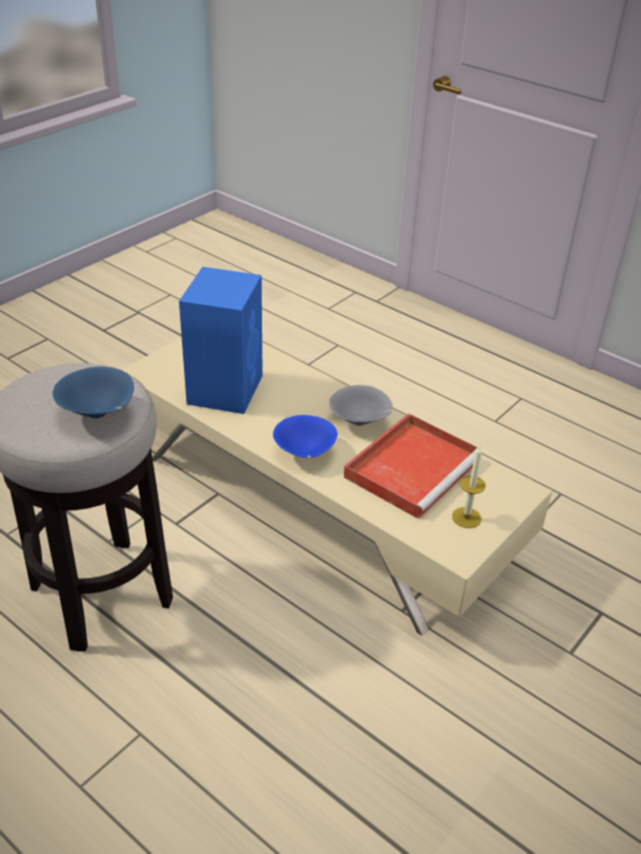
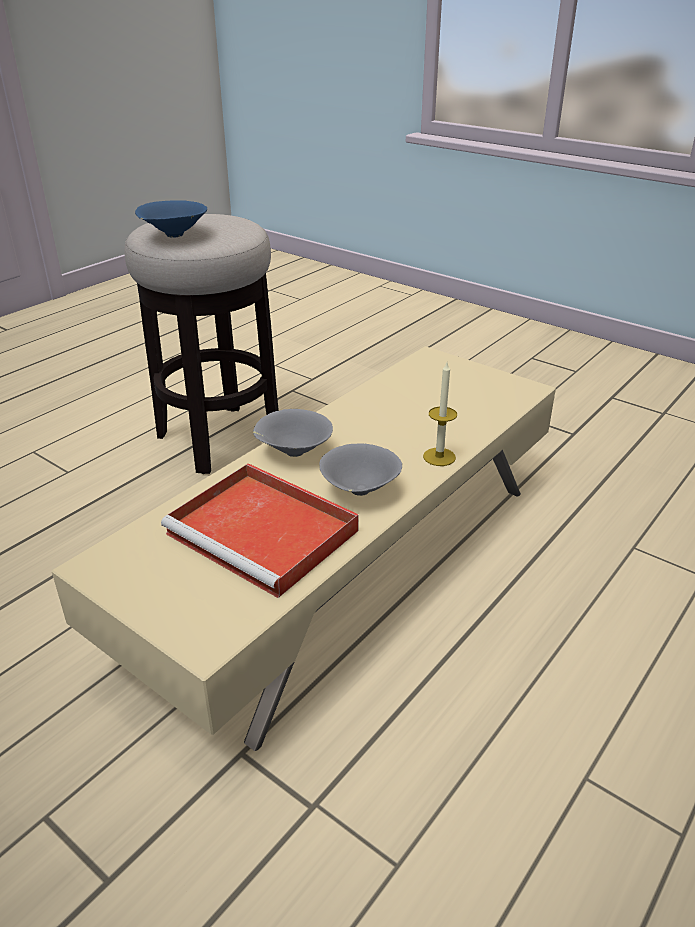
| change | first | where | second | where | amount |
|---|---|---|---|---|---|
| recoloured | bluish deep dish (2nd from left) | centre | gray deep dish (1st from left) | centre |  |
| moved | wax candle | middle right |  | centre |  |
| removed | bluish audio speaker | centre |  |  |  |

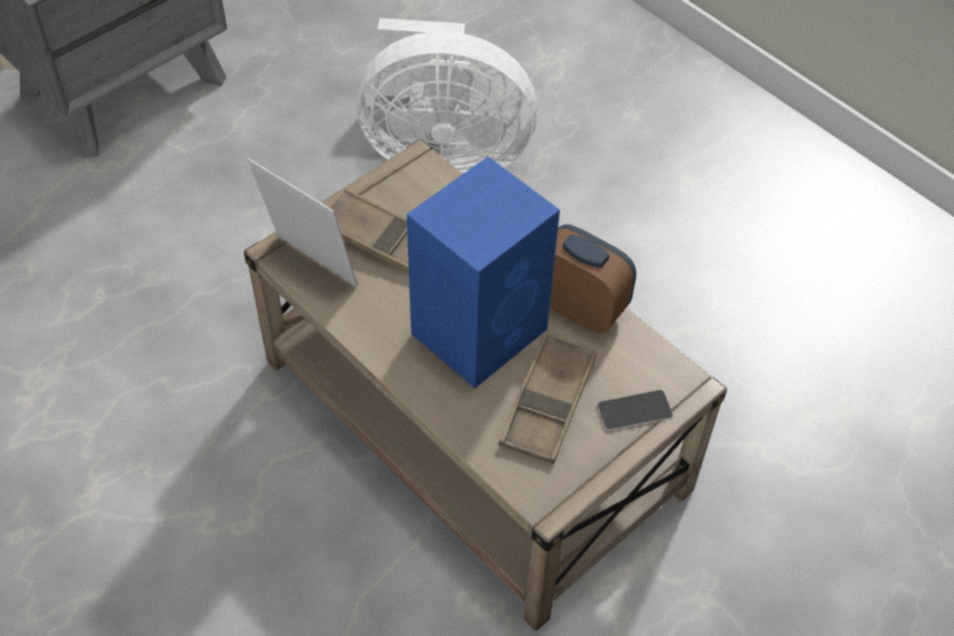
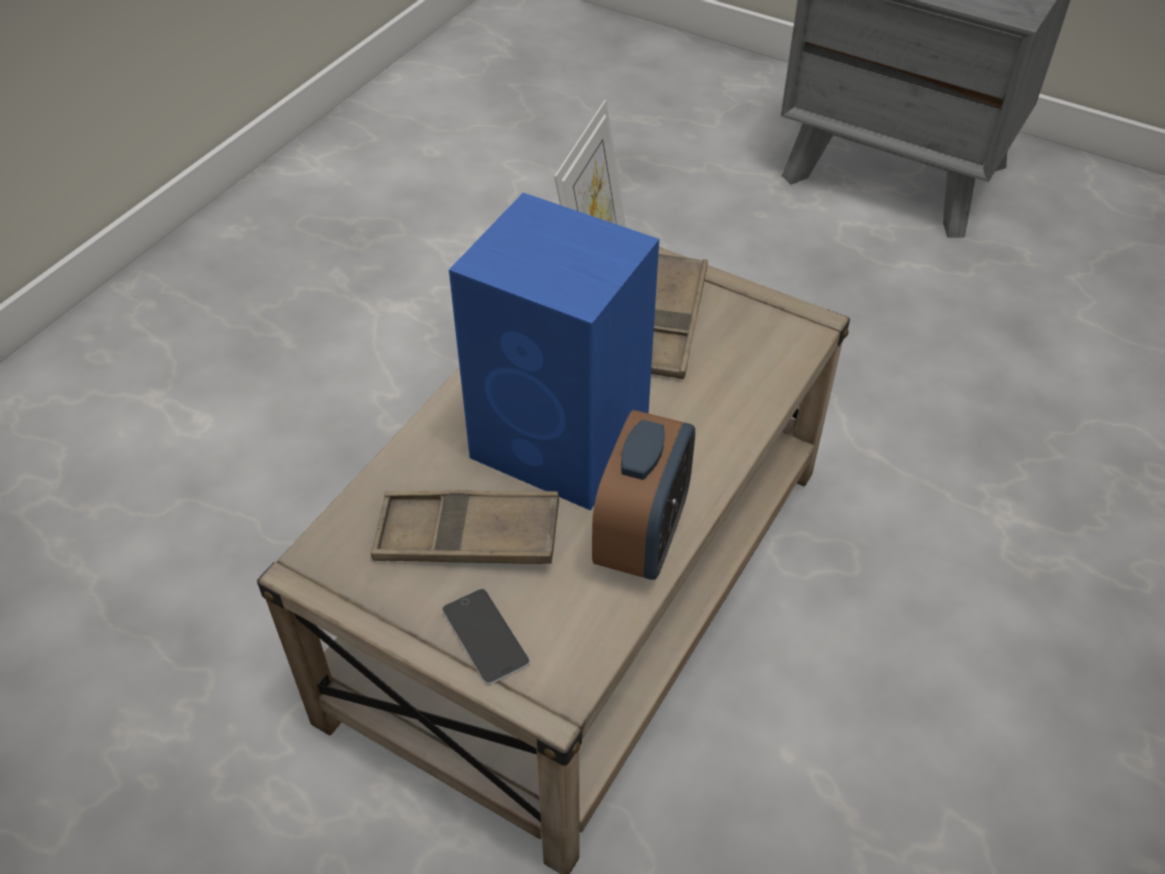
| change | first | where | second | where | amount |
|---|---|---|---|---|---|
| removed | white electric fan | top centre |  |  |  |

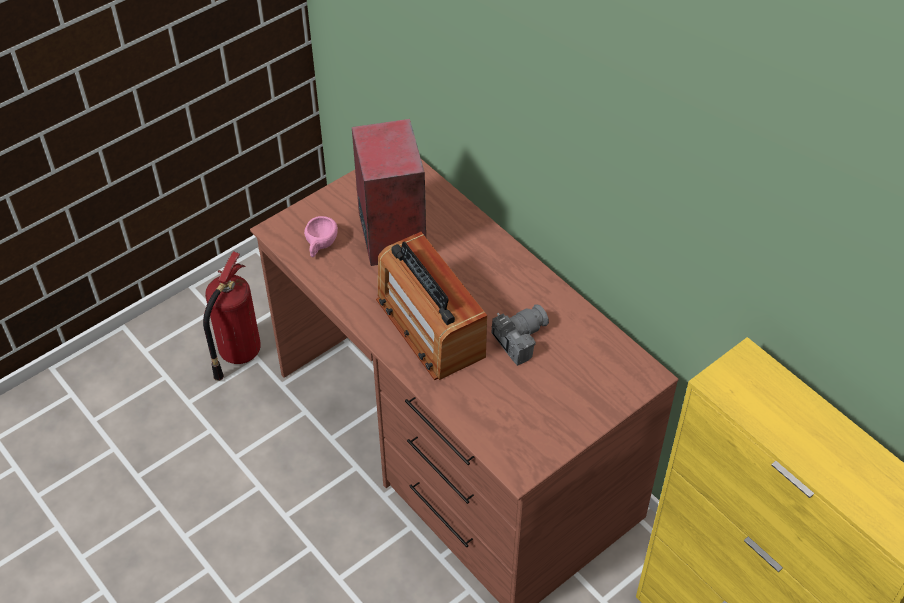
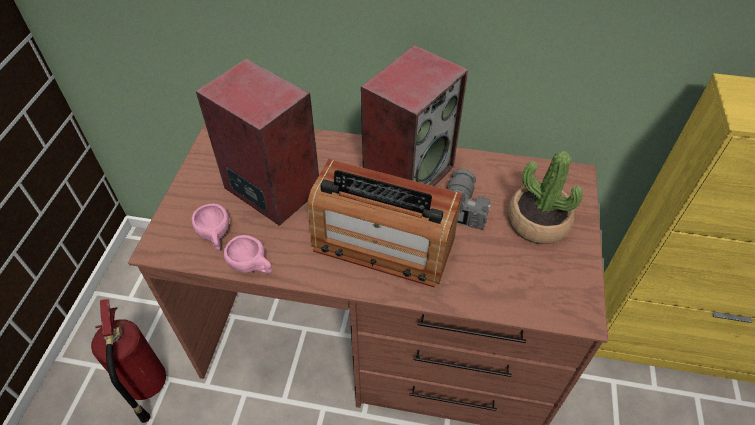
| change | first | where | second | where | amount |
|---|---|---|---|---|---|
| added |  |  | pink drinking cup (2nd from left) | middle left |  |
| added |  |  | audio speaker (2nd from left) | top centre |  |
| added |  |  | houseplant | middle right |  |

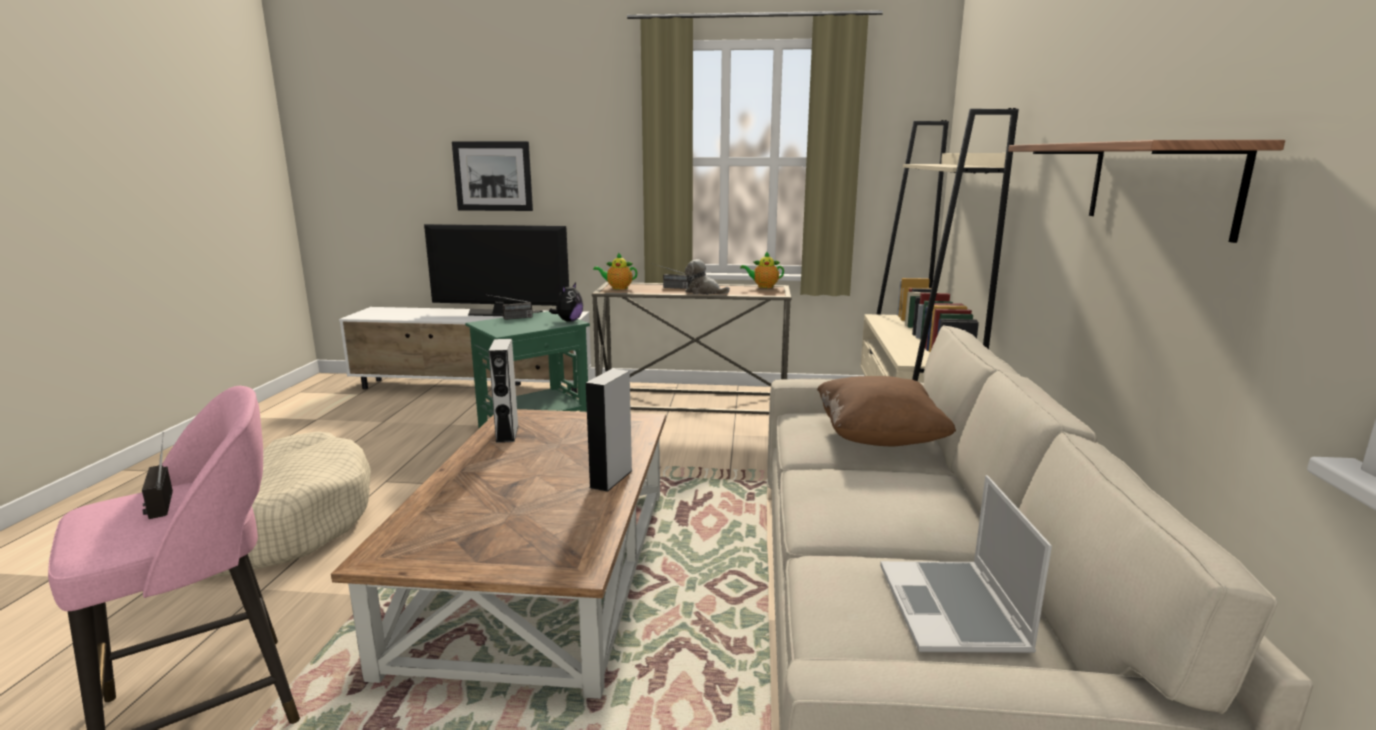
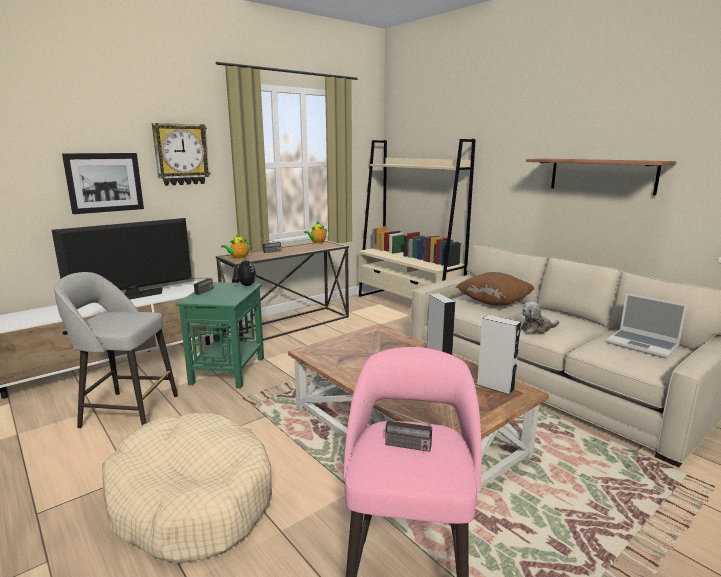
| change | first | where | second | where | amount |
|---|---|---|---|---|---|
| added |  |  | gray stool seat | middle left |  |
| added |  |  | hanging clock | top left |  |
| moved | gray audio speaker (1st from left in the first image) | centre | gray audio speaker (2nd from left) | middle right |  |
| moved | soft toy (2nd from left) | centre |  | middle right |  |

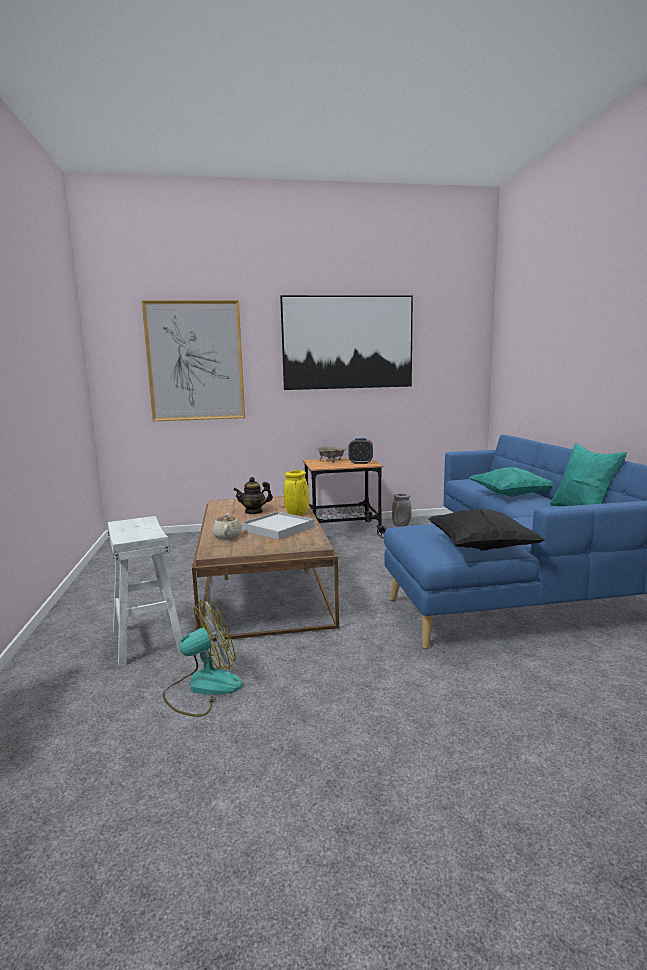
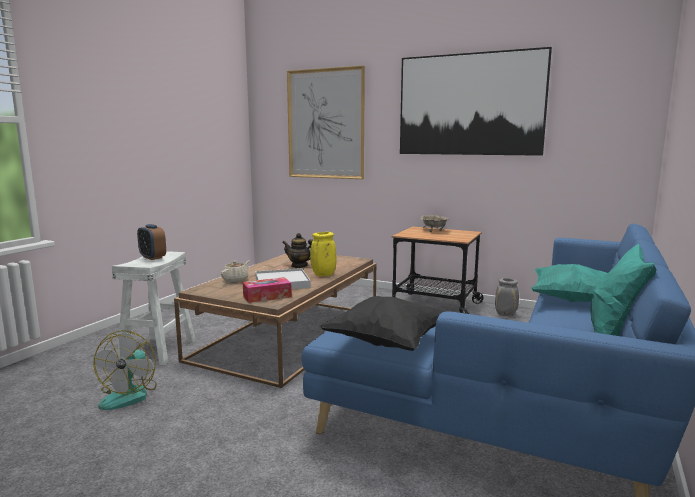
| change | first | where | second | where | amount |
|---|---|---|---|---|---|
| turned | electric fan | bottom left |  | bottom left | 90 degrees clockwise |
| moved | table clock | centre |  | middle left |  |
| added |  |  | box of tissues | centre |  |

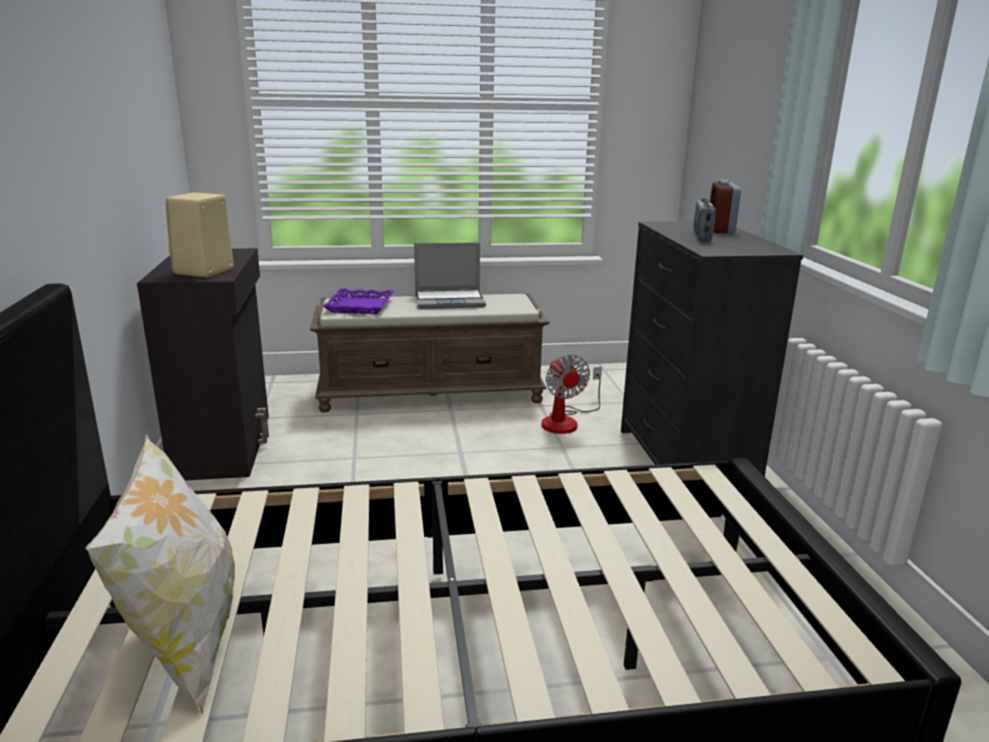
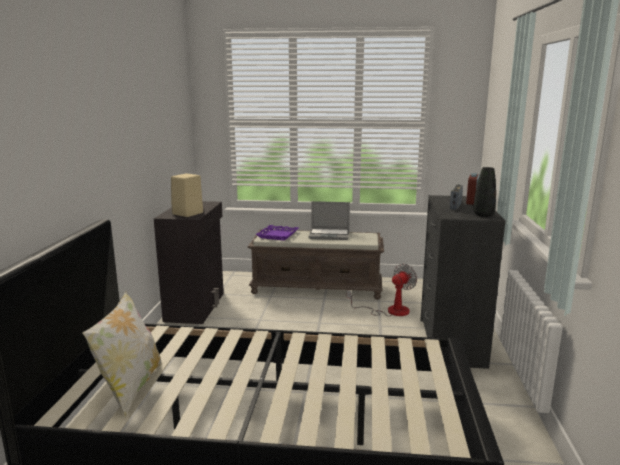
| change | first | where | second | where | amount |
|---|---|---|---|---|---|
| turned | electric fan | centre |  | centre | 135 degrees counterclockwise |
| added |  |  | blackish decorative vase | middle right |  |

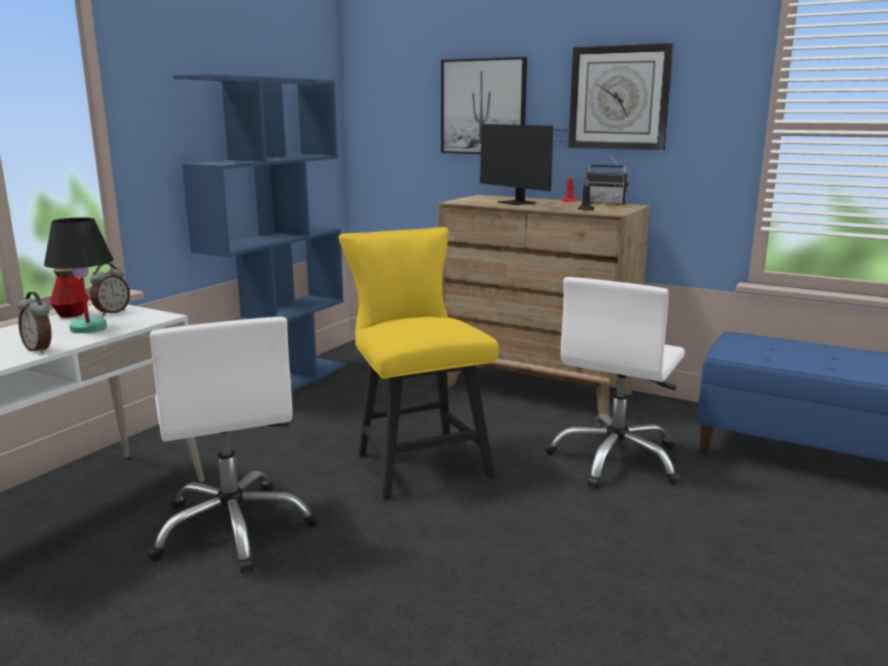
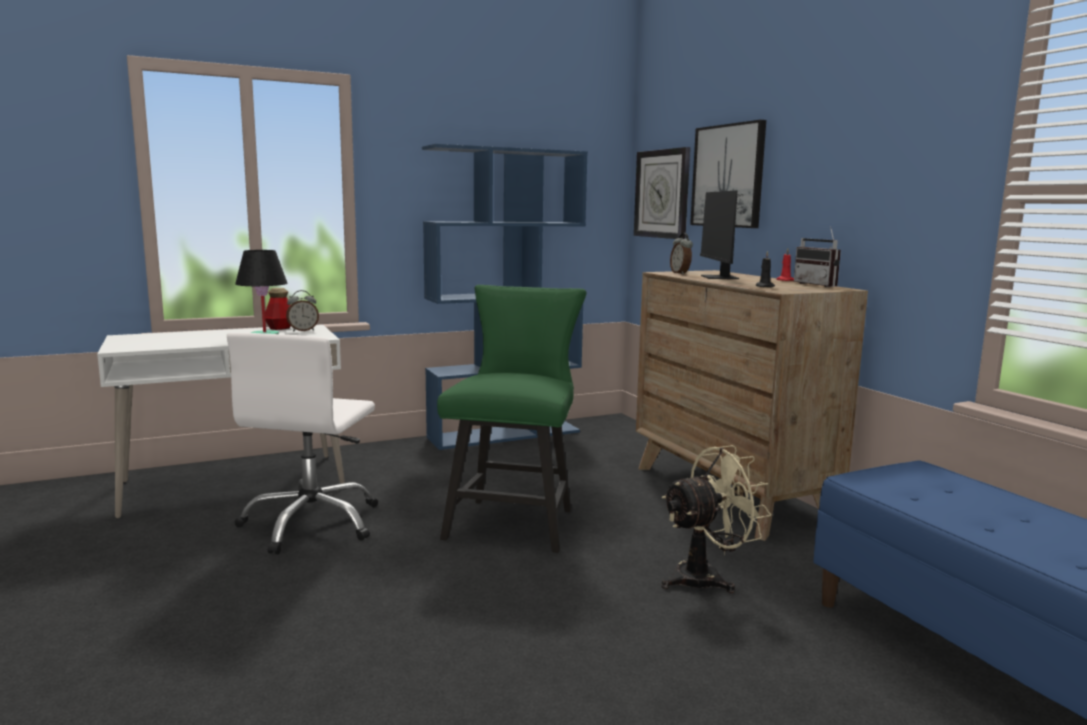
| change | first | where | second | where | amount |
|---|---|---|---|---|---|
| recoloured | yellow-coloured plain chair | centre | greenish plain chair | centre |  |
| moved | hanging clock | top right |  | top centre |  |
| replaced | white desk chair (2nd from left) | middle right | beige electric fan | bottom centre |  |
| moved | table clock (1st from left in the first image) | middle left | table clock (2nd from left) | centre |  |

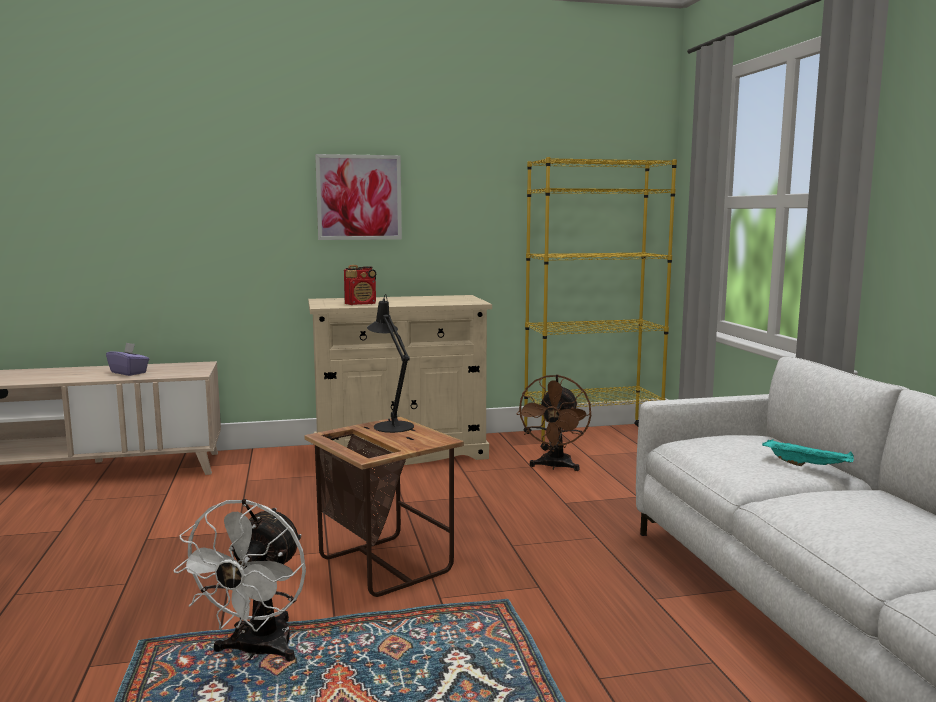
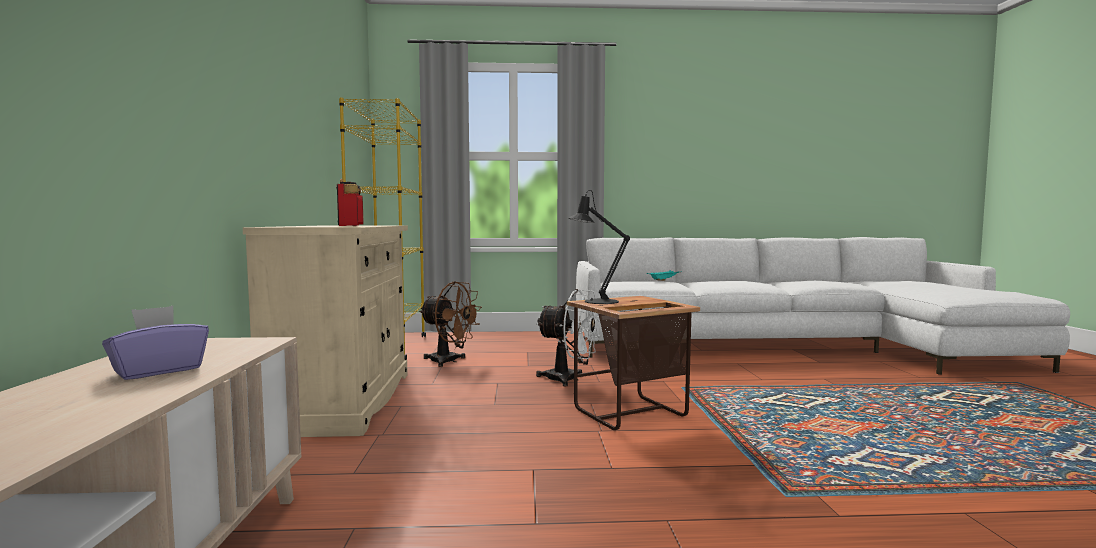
| change | first | where | second | where | amount |
|---|---|---|---|---|---|
| moved | white electric fan | bottom left |  | centre |  |
| removed | picture | top centre |  |  |  |

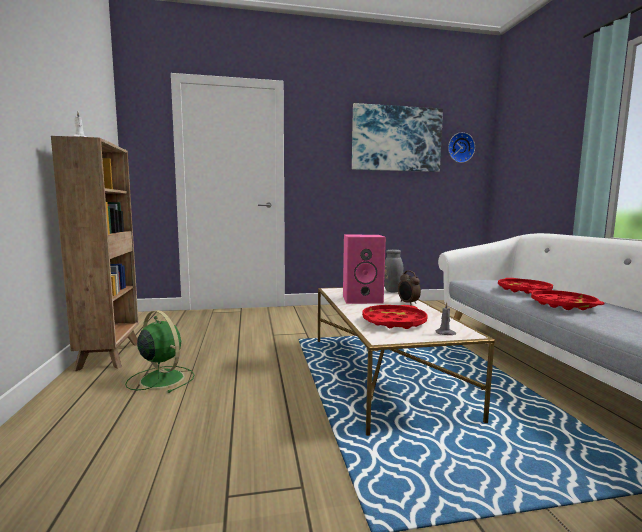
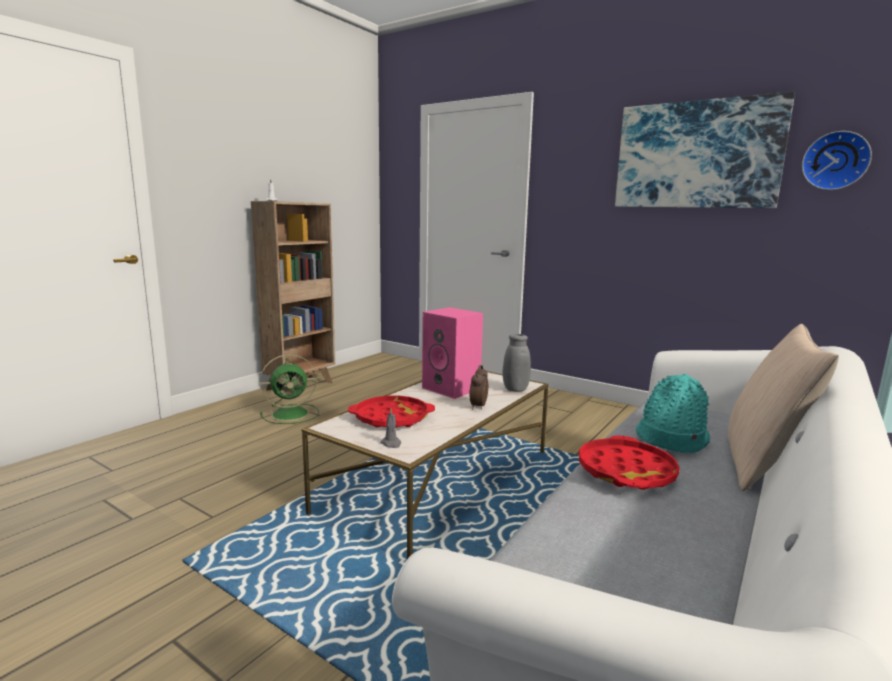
| change | first | where | second | where | amount |
|---|---|---|---|---|---|
| turned | greenish electric fan | middle left |  | middle left | 75 degrees clockwise |
| replaced | reddish tray (2nd from left) | middle right | turquoise-coloured clothing hat | middle right |  |
| added |  |  | beige pillow | middle right |  |

